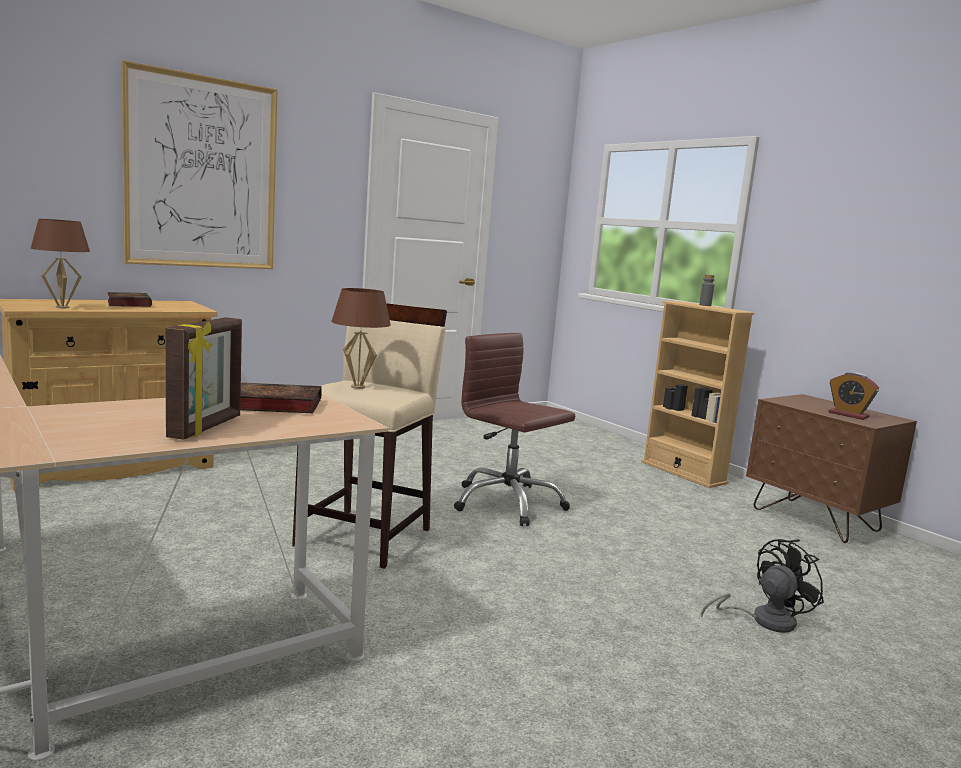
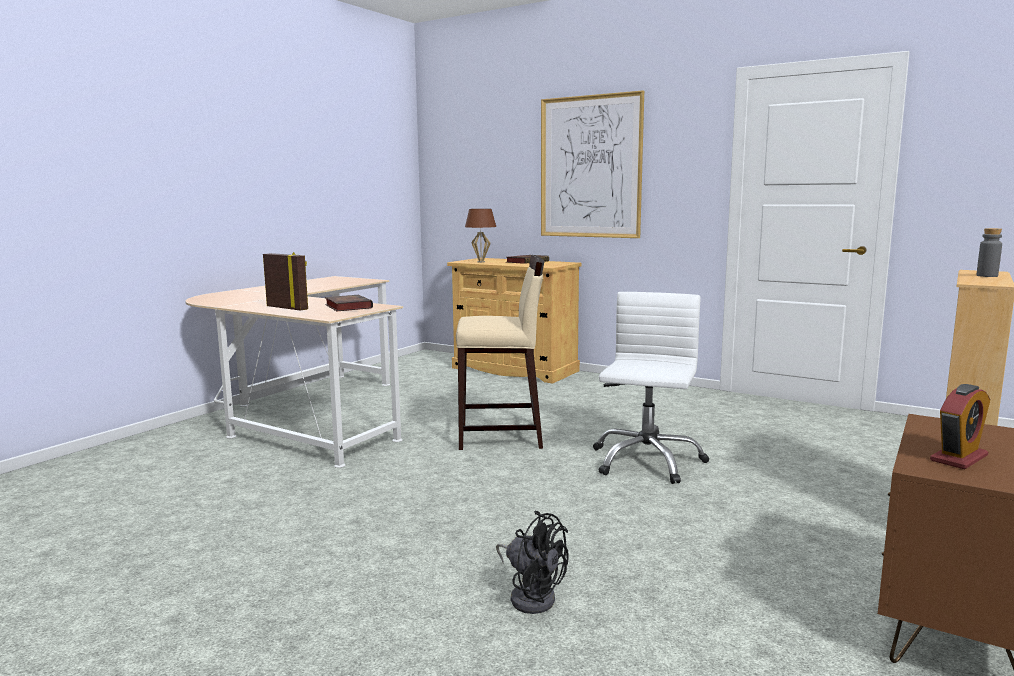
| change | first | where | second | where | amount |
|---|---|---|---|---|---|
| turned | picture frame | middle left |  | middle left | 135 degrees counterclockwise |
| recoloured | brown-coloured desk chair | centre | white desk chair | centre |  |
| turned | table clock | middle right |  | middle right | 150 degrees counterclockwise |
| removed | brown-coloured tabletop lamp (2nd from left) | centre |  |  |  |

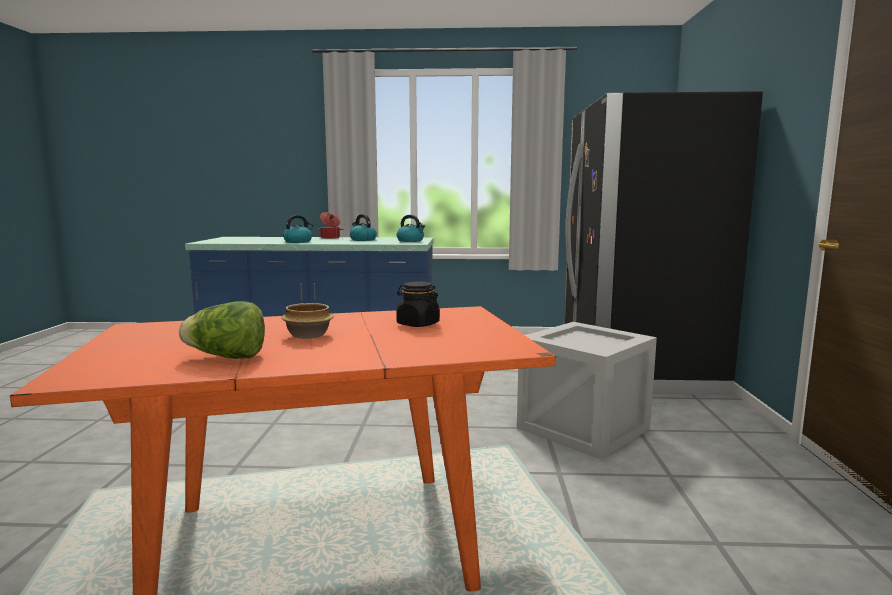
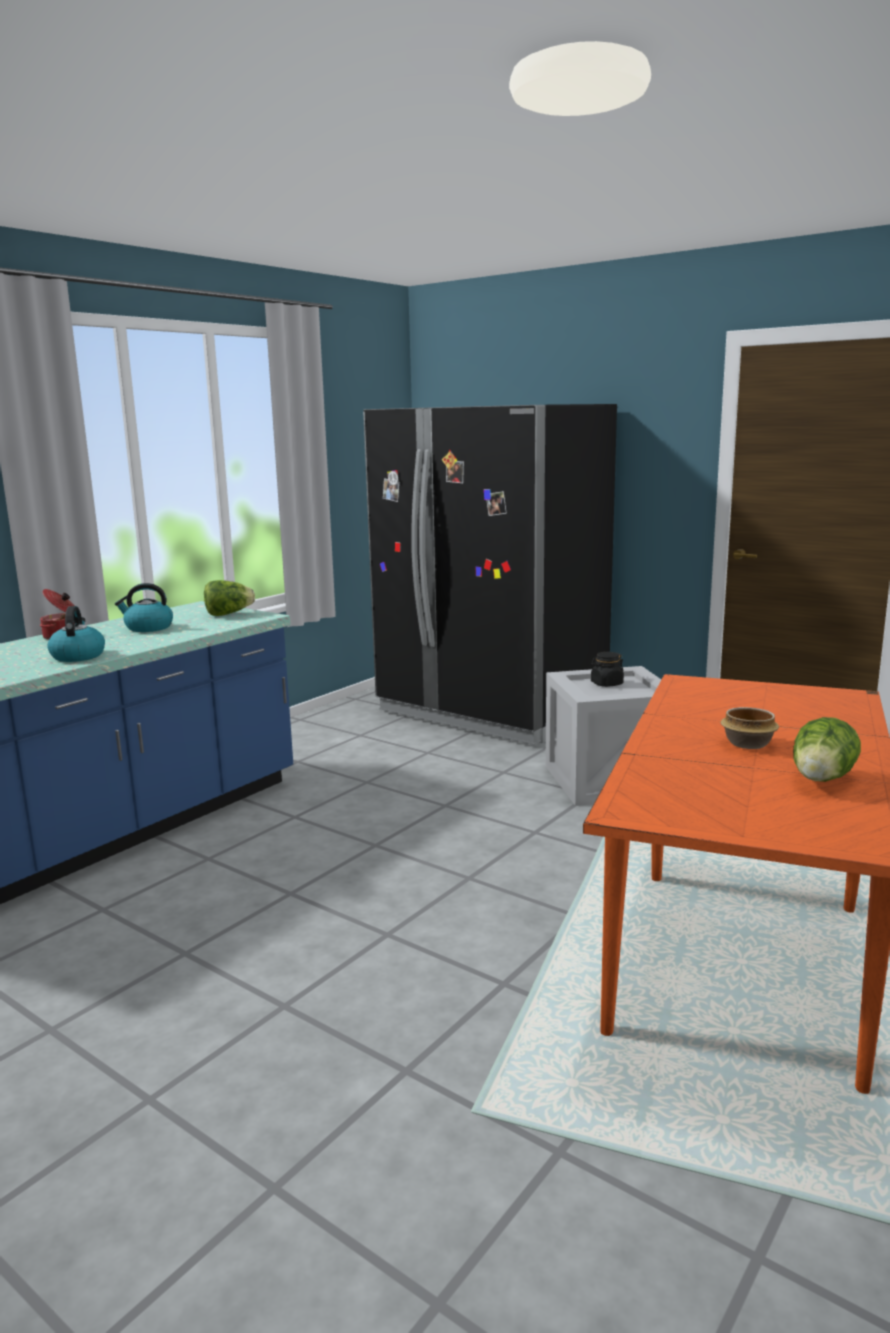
| change | first | where | second | where | amount |
|---|---|---|---|---|---|
| replaced | tea kettle (3rd from left) | centre | lettuce (1st from left) | middle left |  |
| moved | blackish storage jar | centre |  | middle right |  |

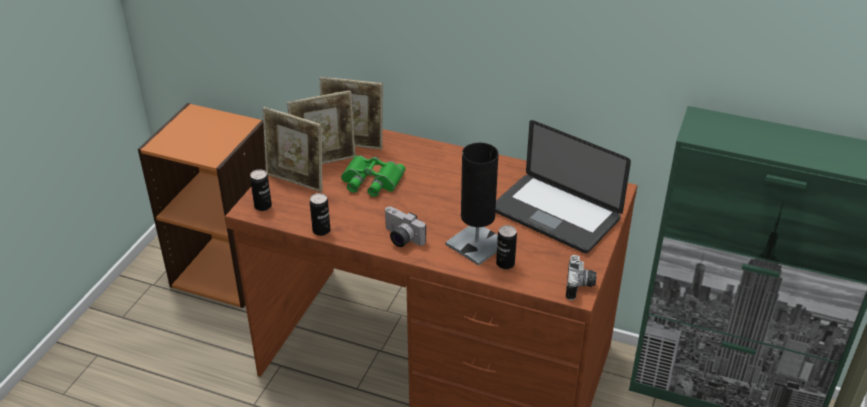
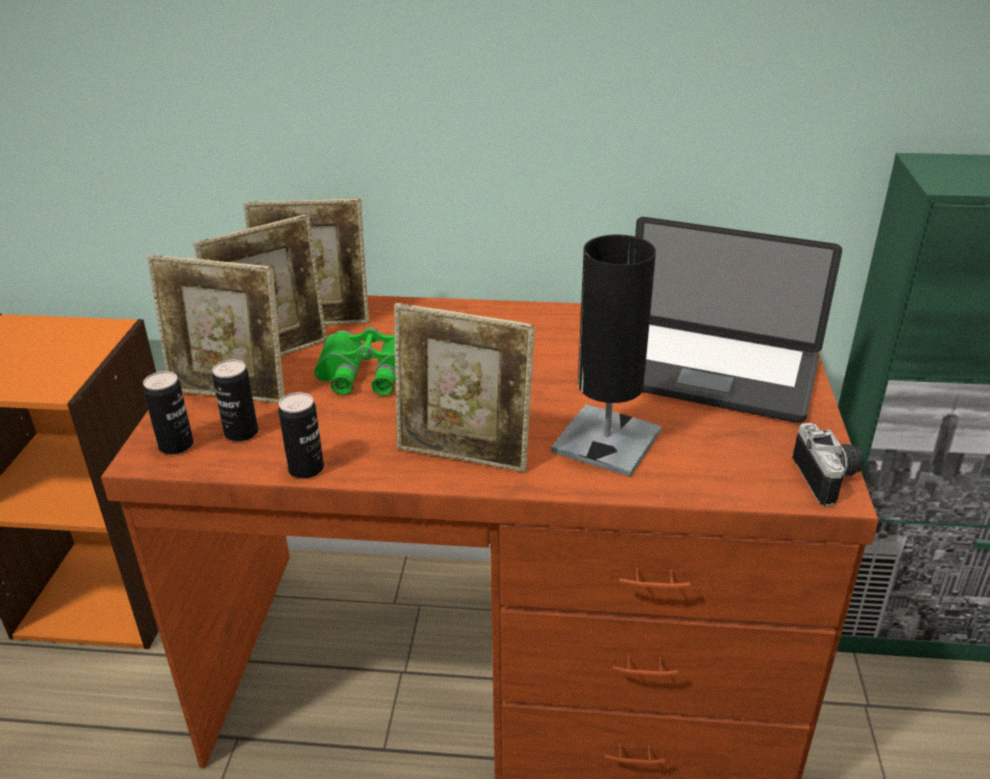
| change | first | where | second | where | amount |
|---|---|---|---|---|---|
| moved | can (3rd from left in the first image) | centre | can (2nd from left) | middle left |  |
| replaced | photo camera (1st from left) | centre | picture frame (4th from left) | centre |  |

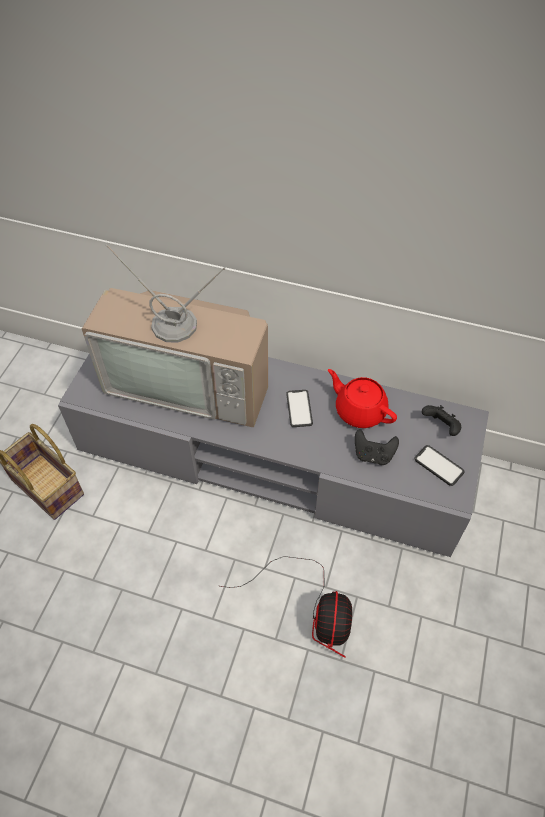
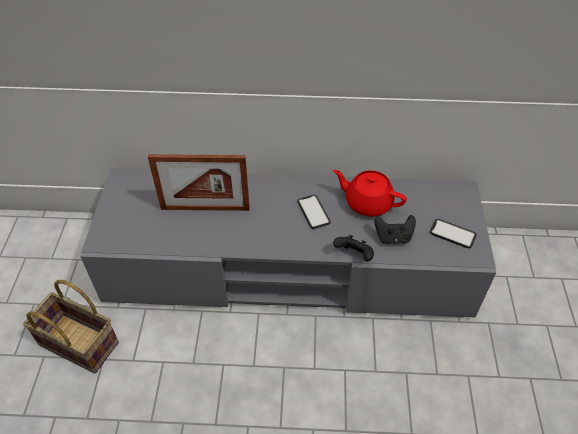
| change | first | where | second | where | amount |
|---|---|---|---|---|---|
| replaced | television | middle left | picture frame | centre |  |
| moved | blackish game controller (2nd from left in the first image) | middle right | blackish game controller (1st from left) | centre |  |
| removed | electric fan | bottom centre |  |  |  |

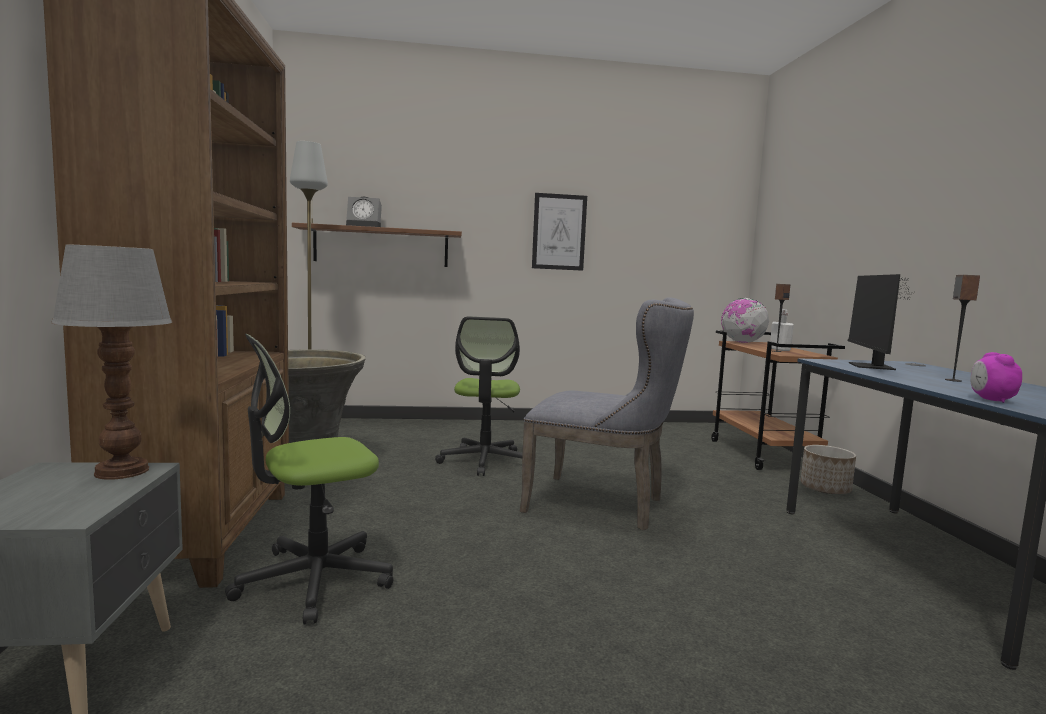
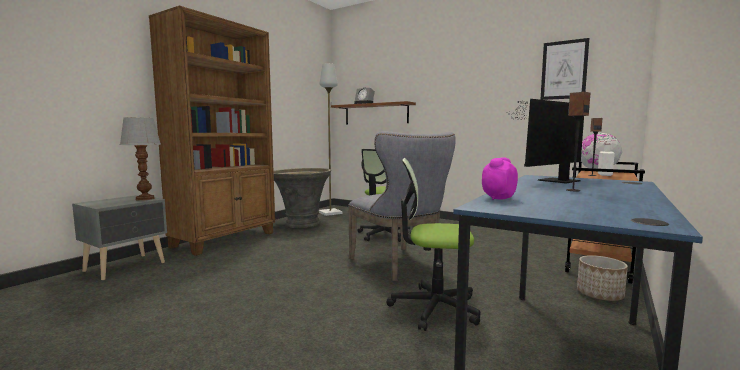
| change | first | where | second | where | amount |
|---|---|---|---|---|---|
| moved | desk chair (1st from left in the first image) | bottom left | desk chair (2nd from left) | centre |  |
| moved | picture | top centre |  | top right |  |

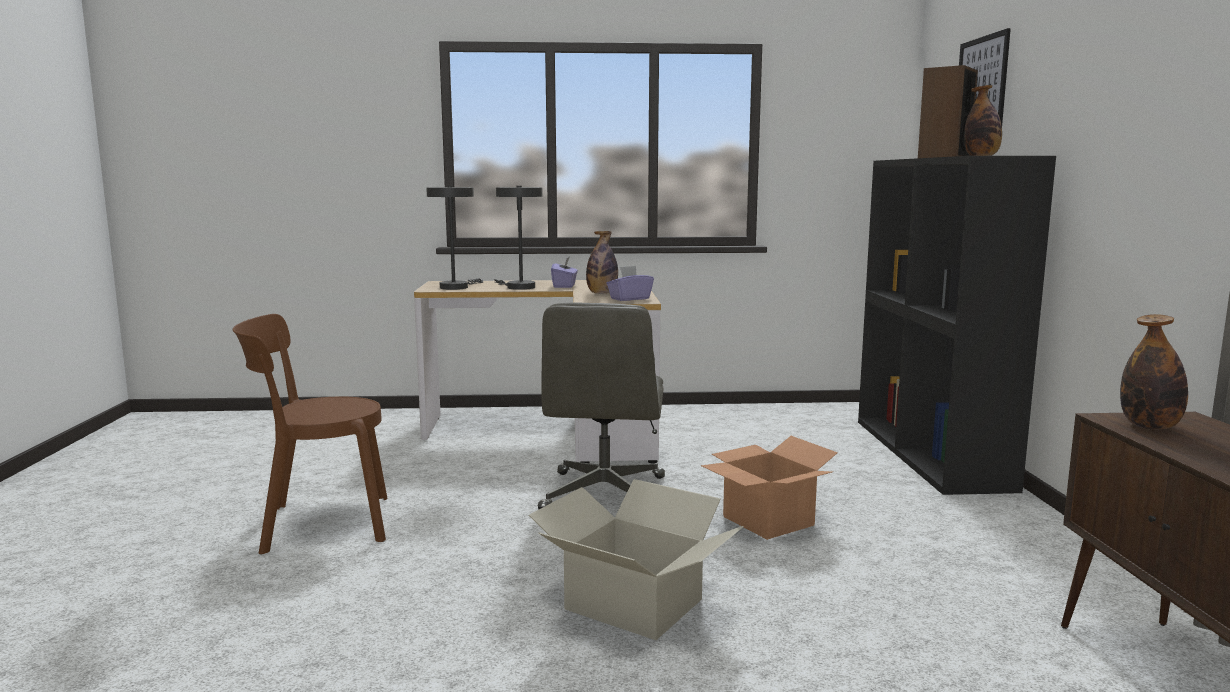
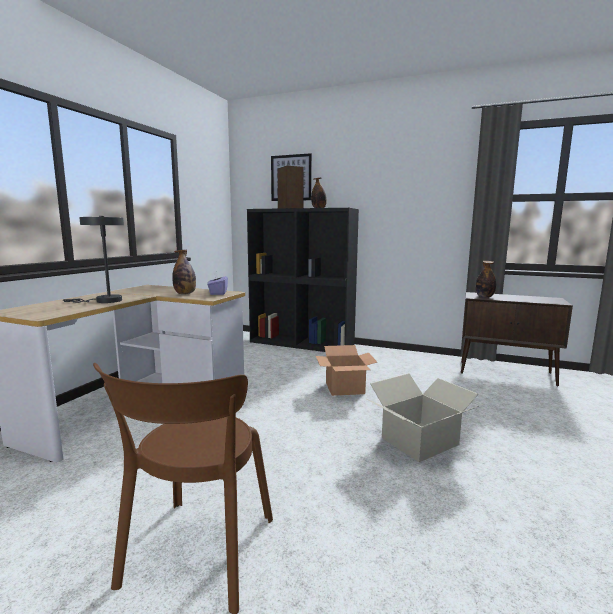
| change | first | where | second | where | amount |
|---|---|---|---|---|---|
| removed | gray tabletop lamp (1st from left) | centre |  |  |  |
| removed | gray desk chair | centre |  |  |  |
| removed | purple box of tissues (1st from left) | centre |  |  |  |

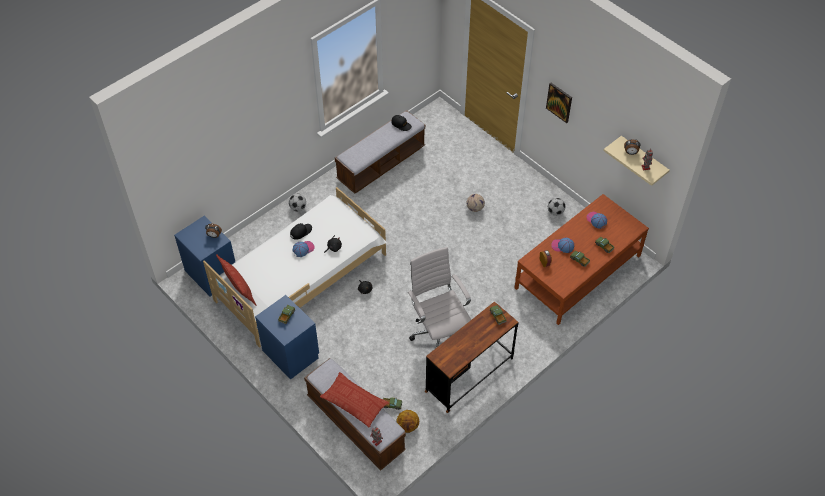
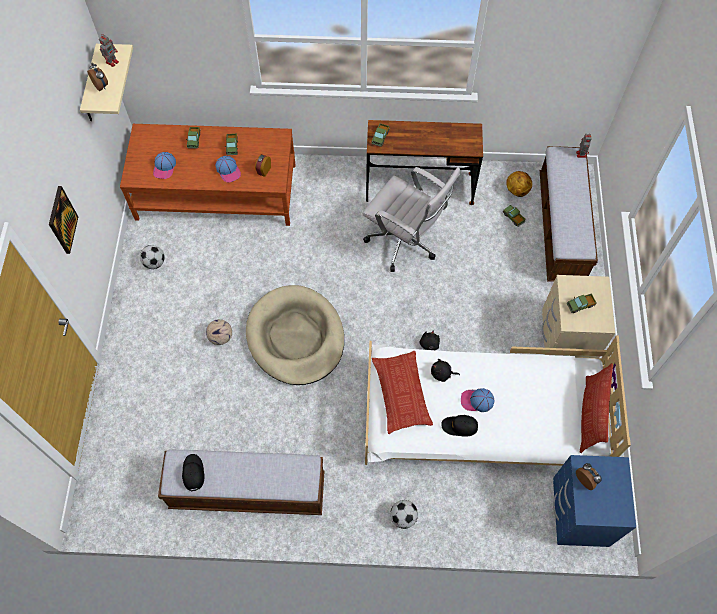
| change | first | where | second | where | amount |
|---|---|---|---|---|---|
| added |  |  | beige dog bed | centre |  |
| turned | white desk chair | centre |  | centre | 75 degrees counterclockwise |
| moved | pillow (2nd from left in the first image) | bottom centre | pillow (1st from left) | centre |  |
| recoloured | bluish bedside table (2nd from left) | bottom centre | beige bedside table | middle right |  |

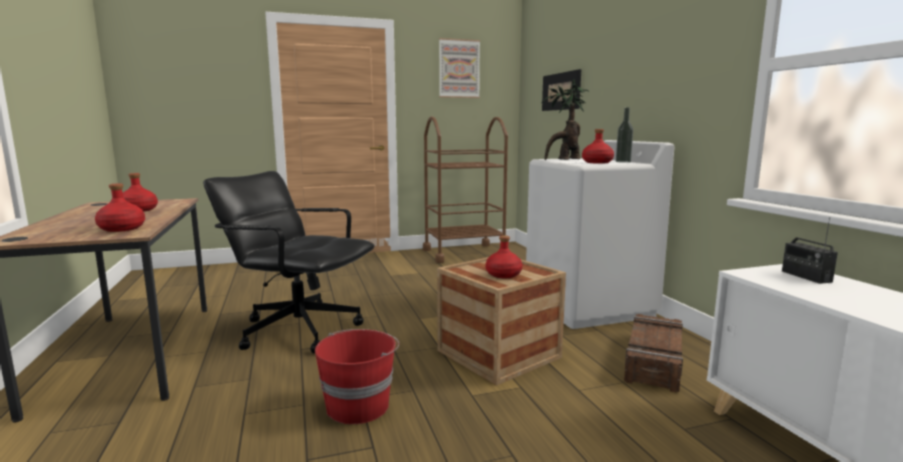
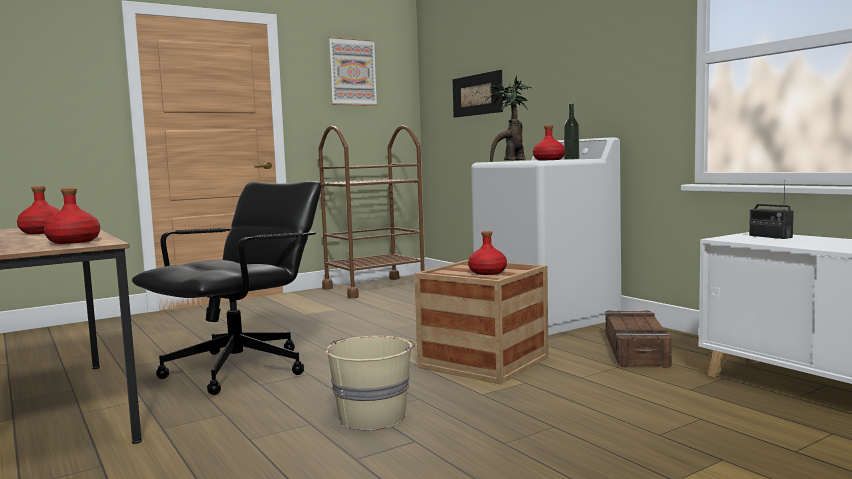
| change | first | where | second | where | amount |
|---|---|---|---|---|---|
| turned | blackish desk chair | middle left |  | middle left | 120 degrees clockwise |
| recoloured | reddish pail | bottom centre | beige pail | bottom centre |  |

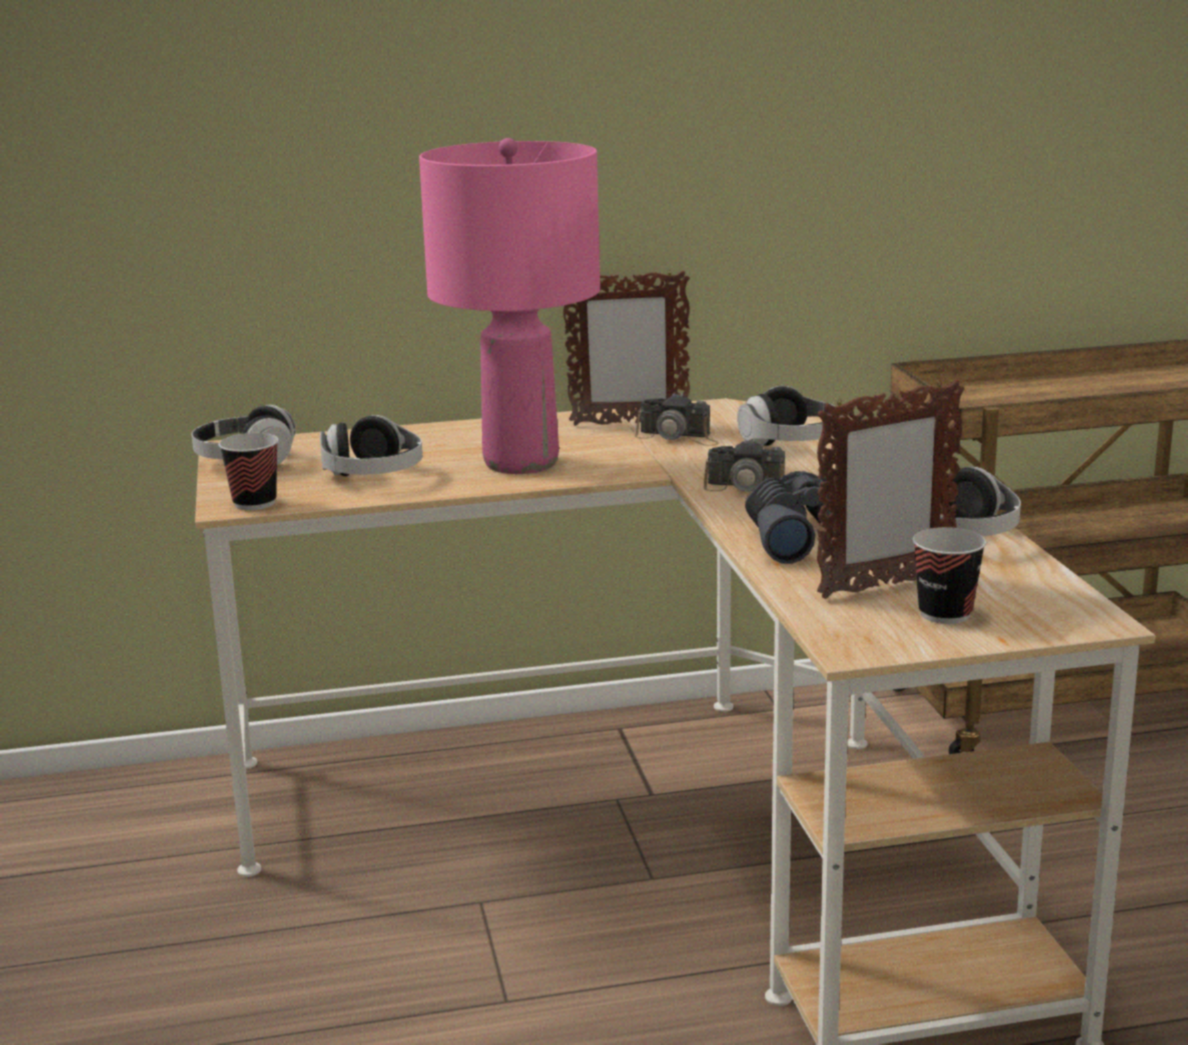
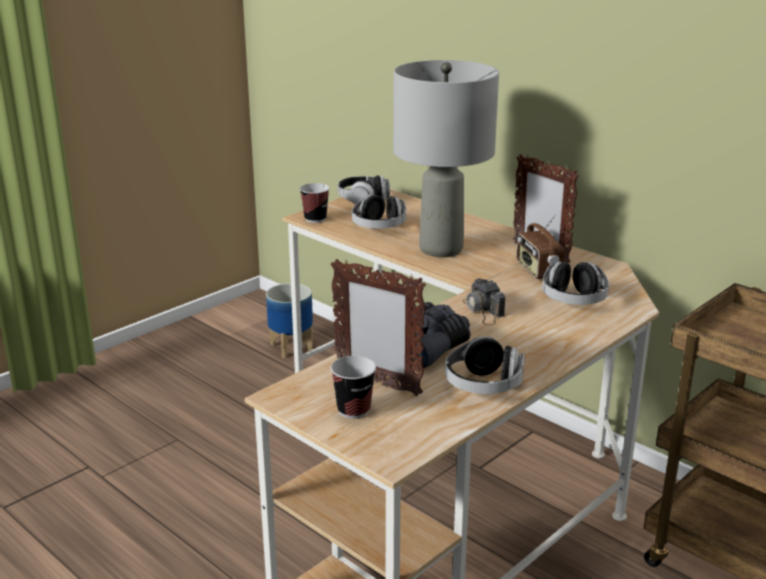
| change | first | where | second | where | amount |
|---|---|---|---|---|---|
| added |  |  | flower pot | centre |  |
| recoloured | pink tabletop lamp | top centre | gray tabletop lamp | top centre |  |
| replaced | photo camera (1st from left) | centre | radio receiver | middle right |  |

